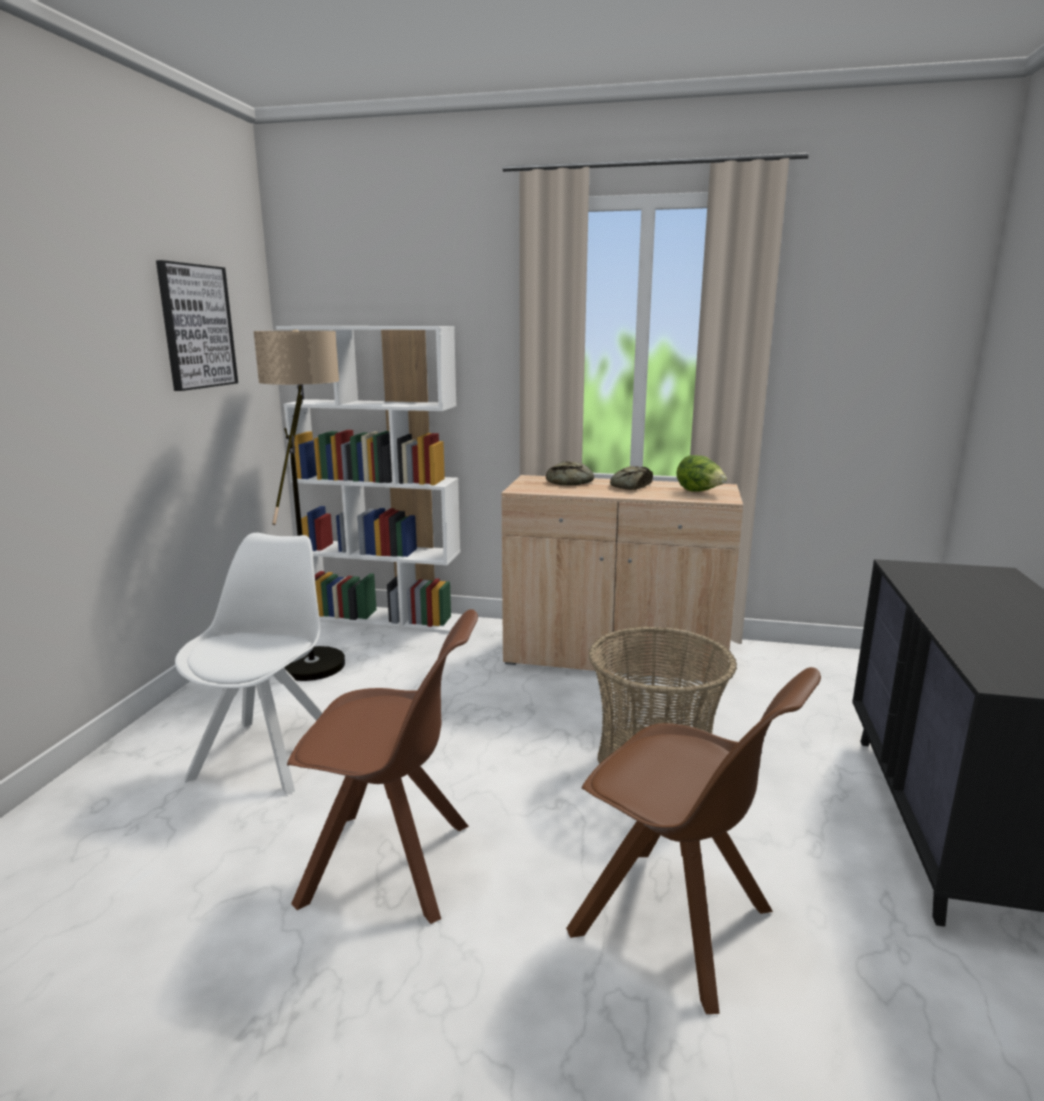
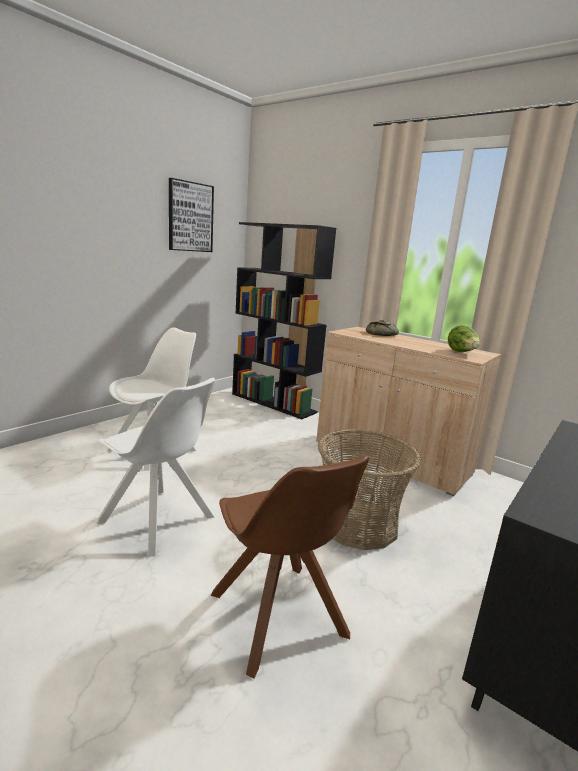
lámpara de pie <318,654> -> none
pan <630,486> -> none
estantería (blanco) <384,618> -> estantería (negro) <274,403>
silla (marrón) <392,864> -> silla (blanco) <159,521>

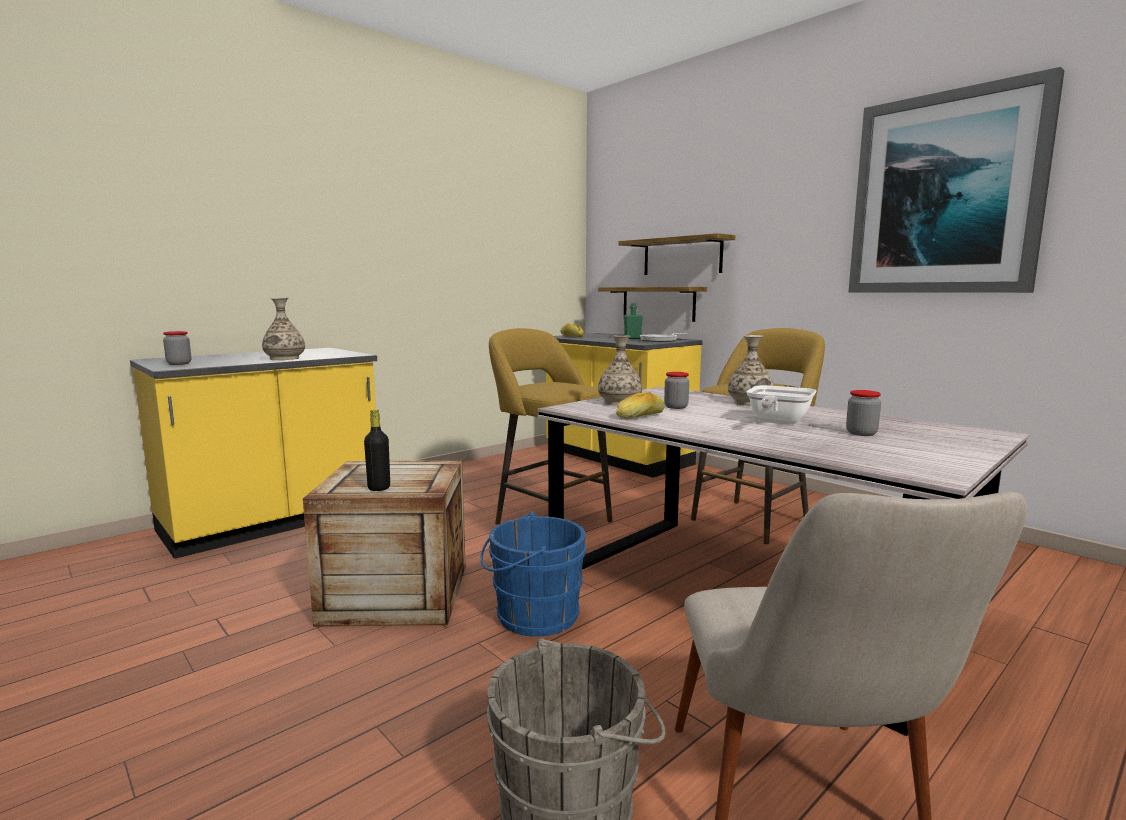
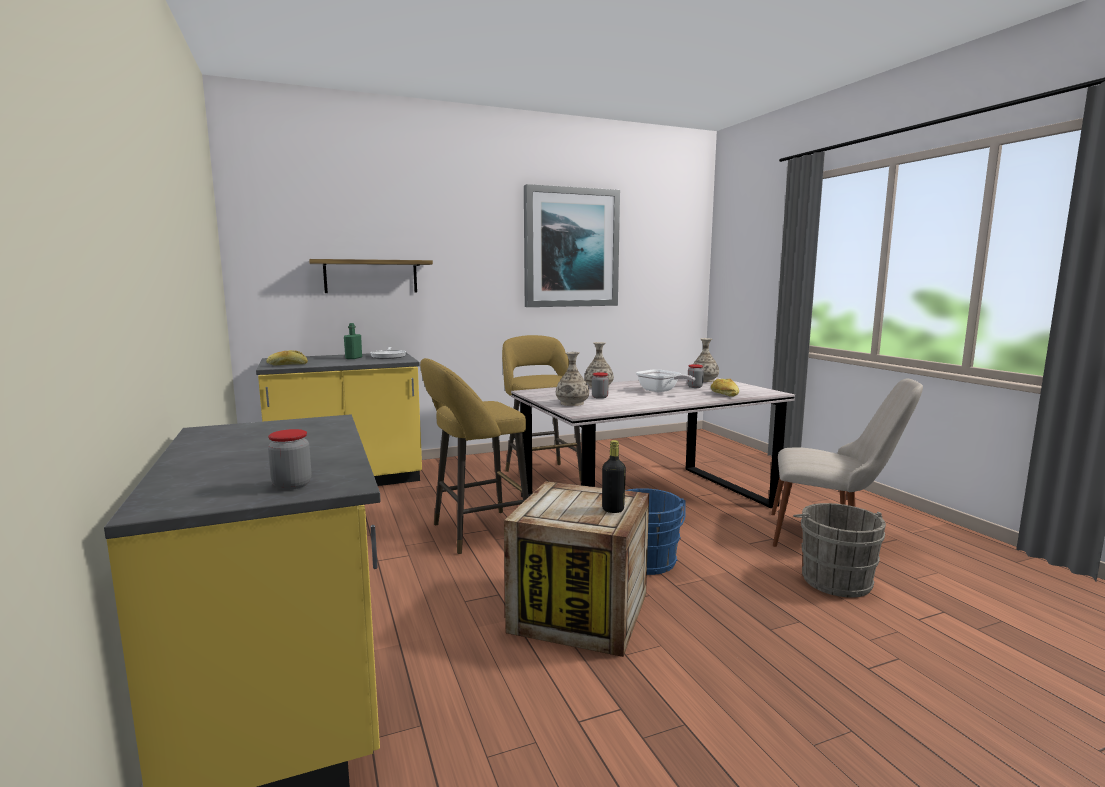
estante <658,303> -> none
florero <284,358> -> florero <704,380>, shifted
pan <640,416> -> pan <724,394>, shifted

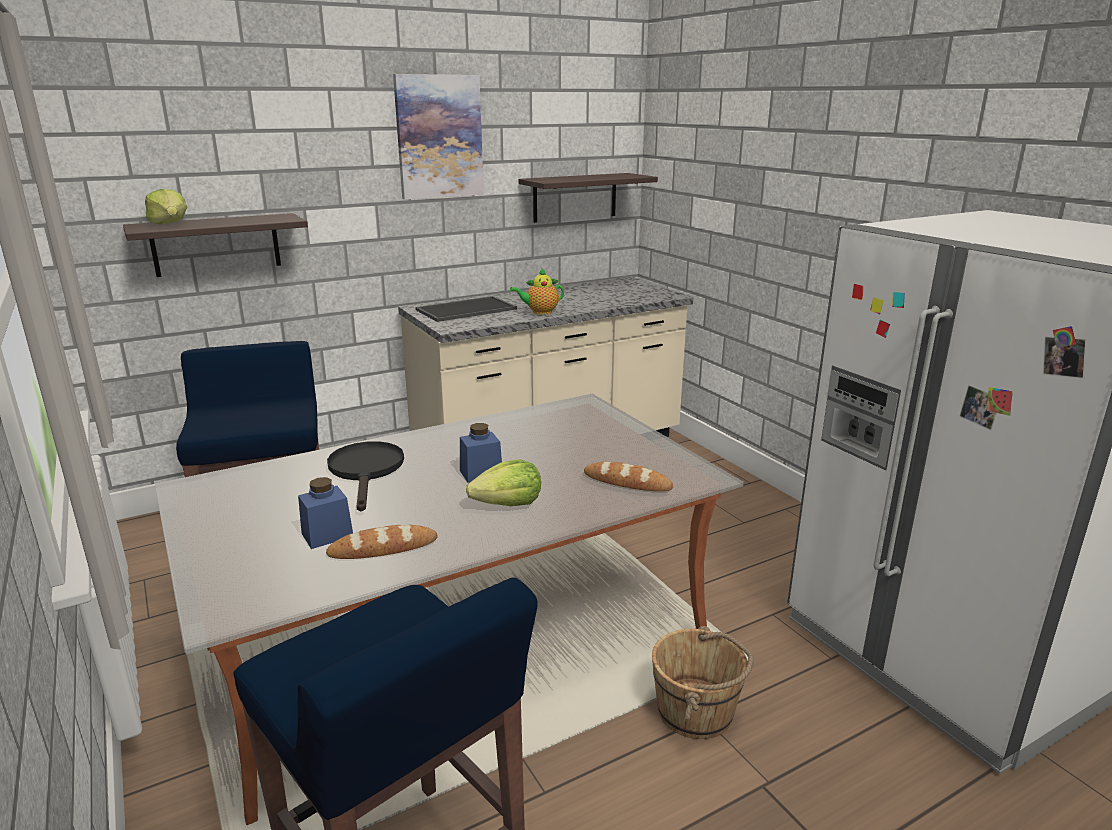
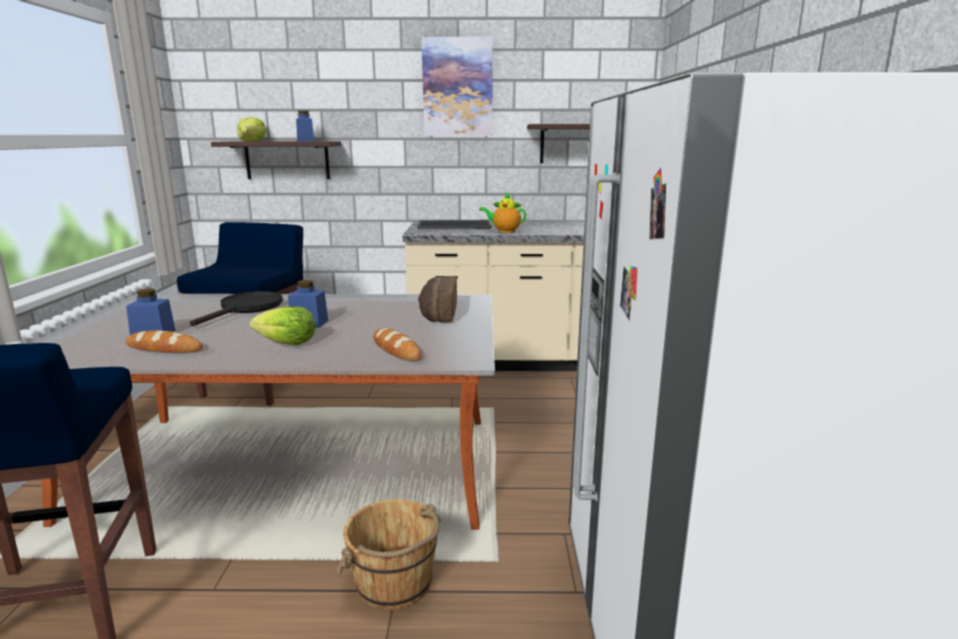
none -> tarro (azul) <305,141>
none -> pan <437,313>

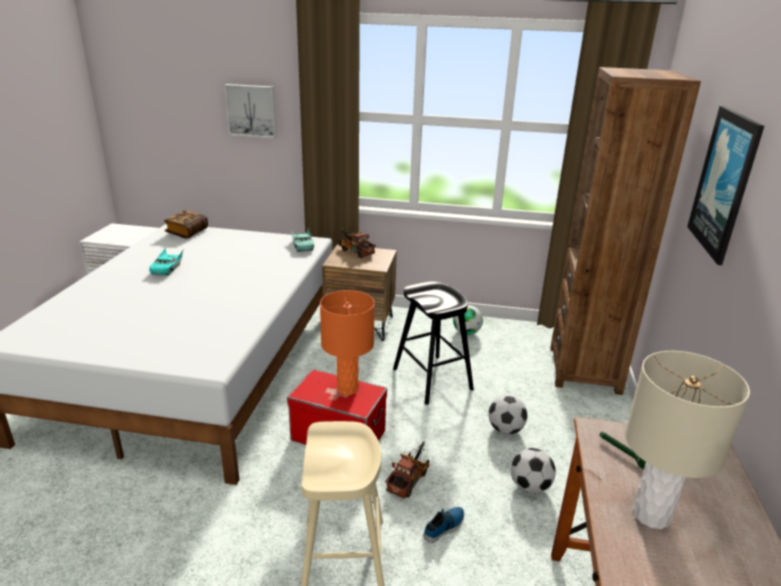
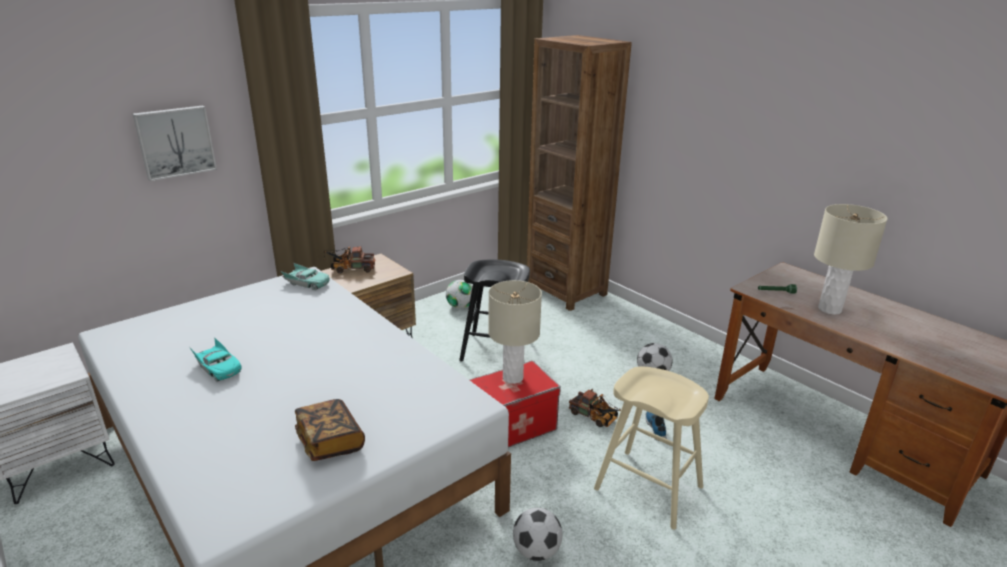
cuadro <725,183> -> none
libro <187,232> -> libro <330,442>, shifted
balón de fútbol <505,429> -> balón de fútbol <536,551>, shifted
lámpara de mesa (naranja) <347,389> -> lámpara de mesa (beis) <513,377>
camión de juguete <409,478> -> camión de juguete <595,418>, 150 degrees clockwise

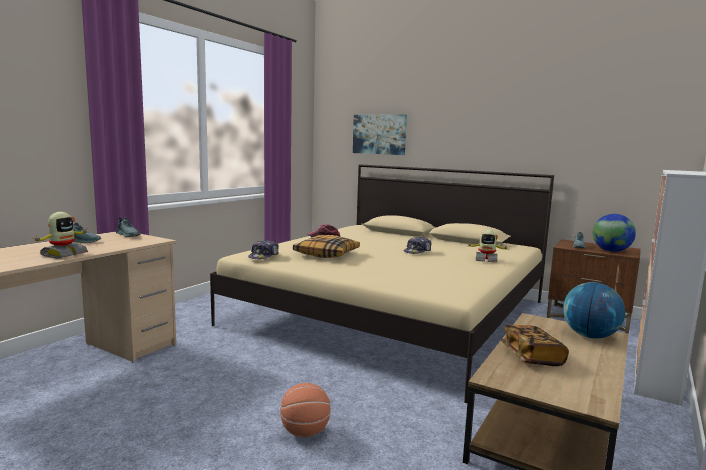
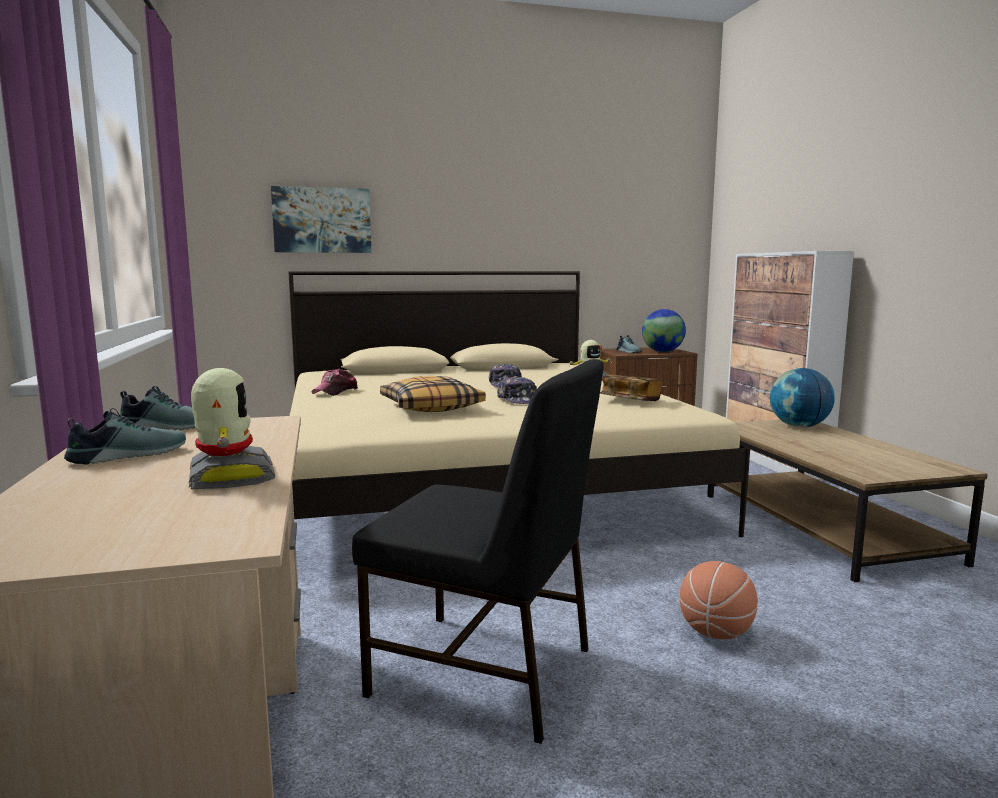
none -> silla (negro) <485,673>
gorra <264,256> -> gorra <518,400>, shifted
libro <531,357> -> libro <630,401>, shifted

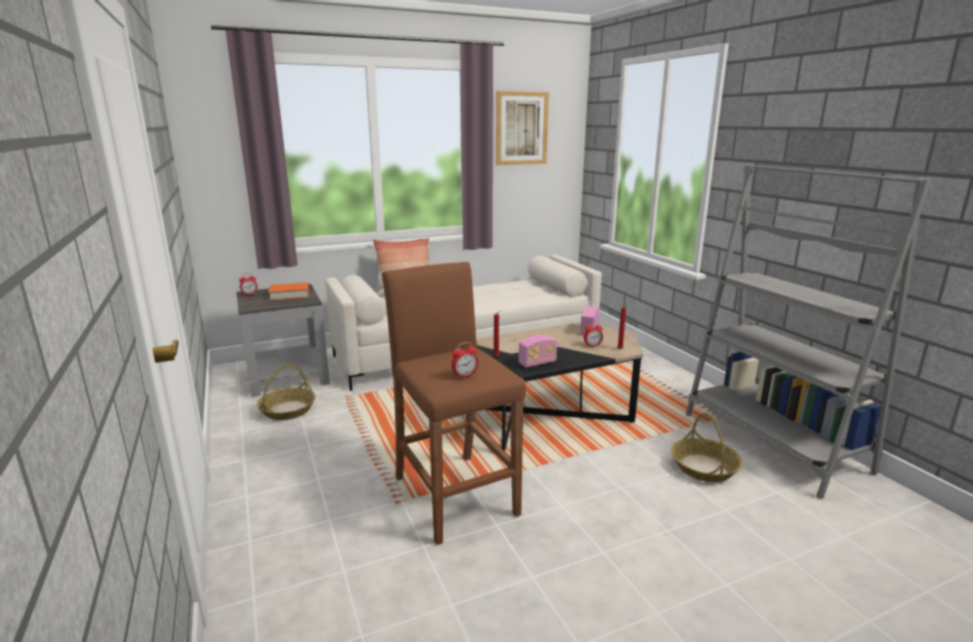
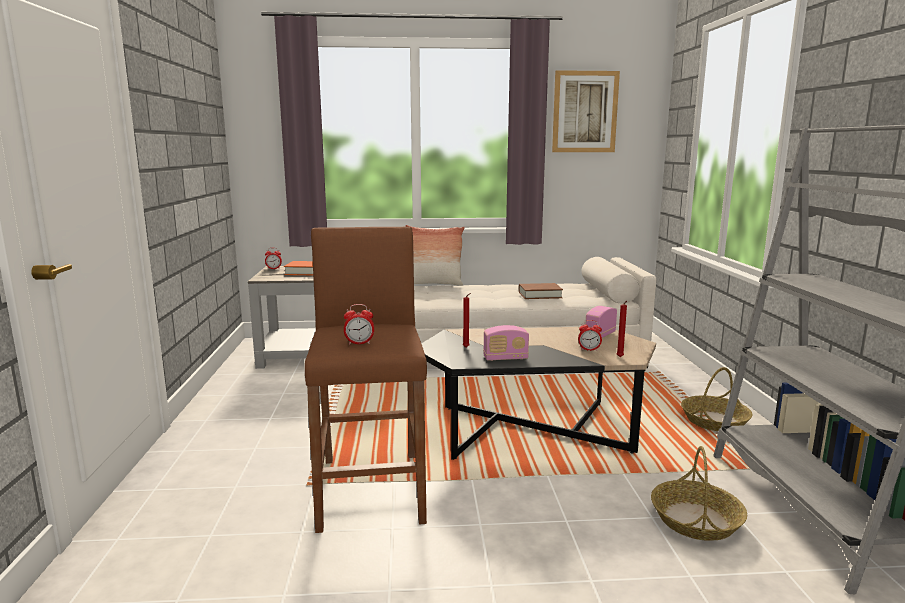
none -> libro (marrón) <540,295>
cesta <288,410> -> cesta <714,421>, shifted

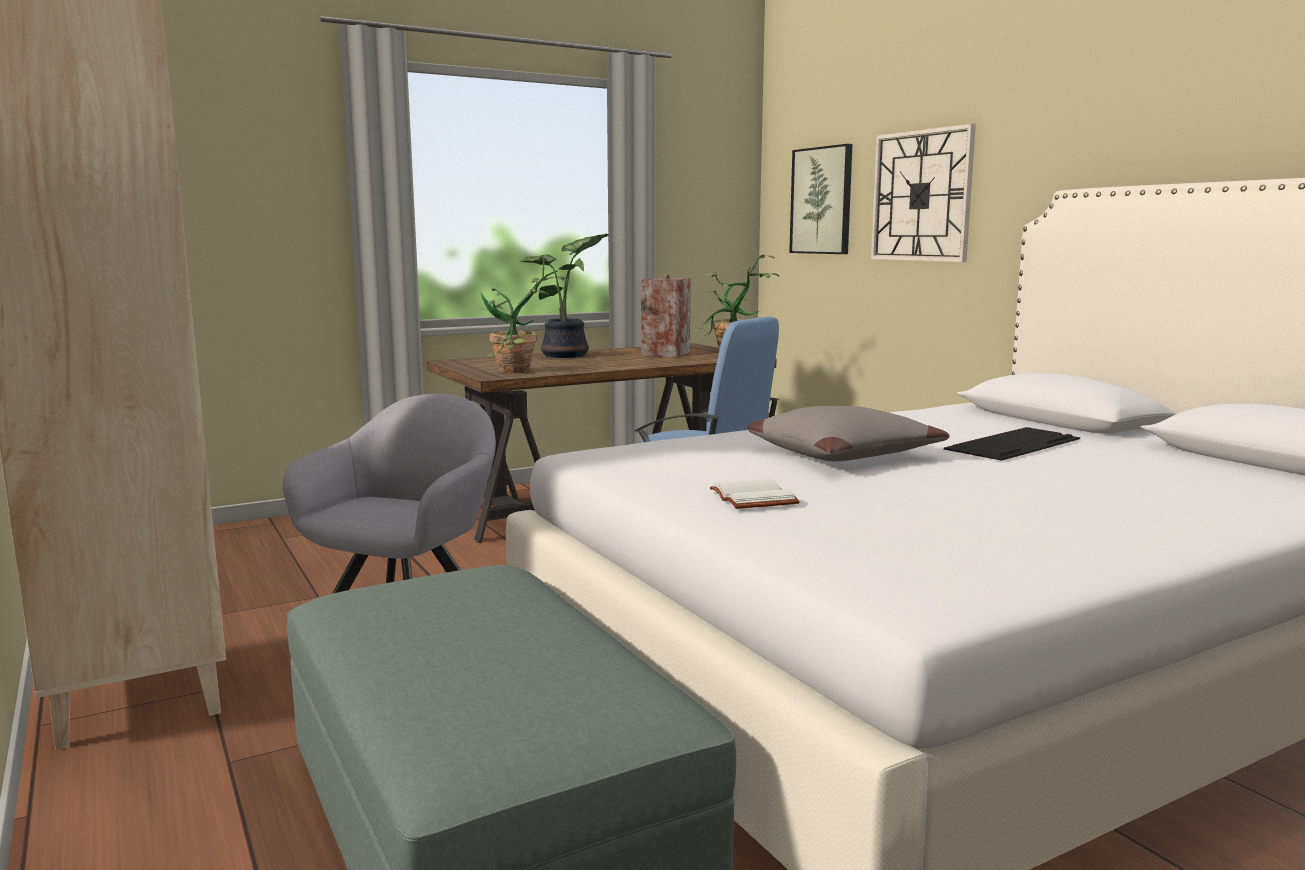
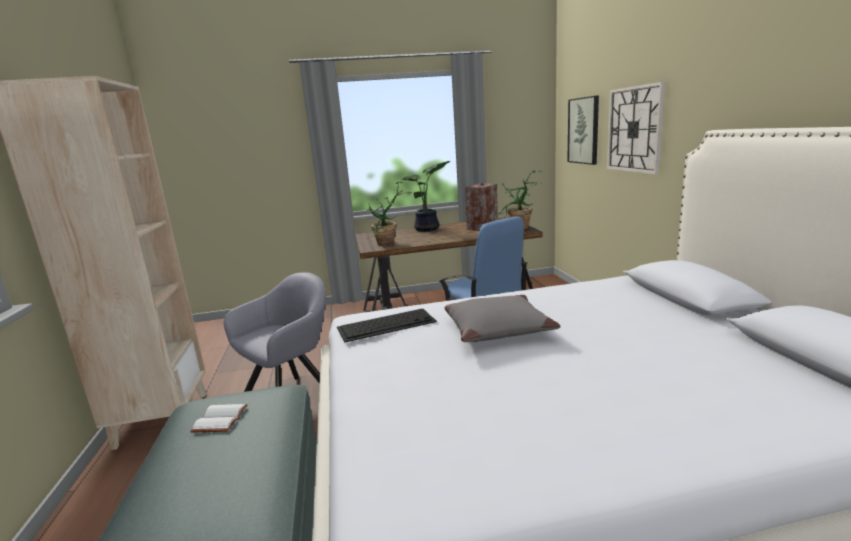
libro (blanco) <756,498> -> libro (blanco) <221,420>, shifted
teclado <1013,443> -> teclado <387,324>, shifted

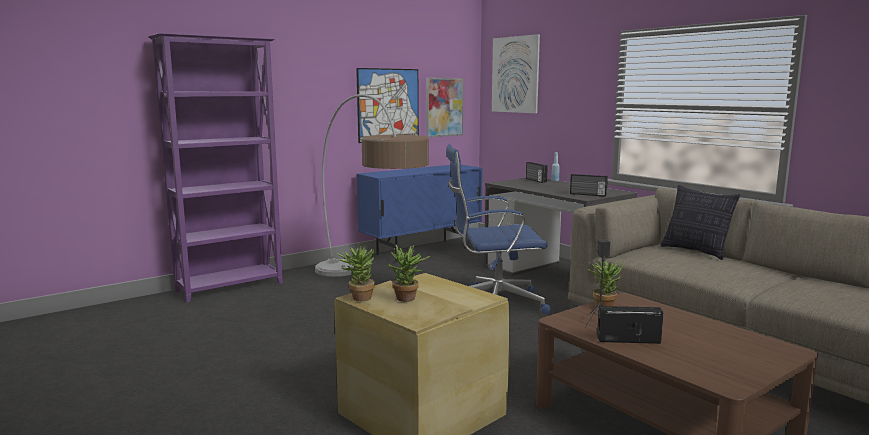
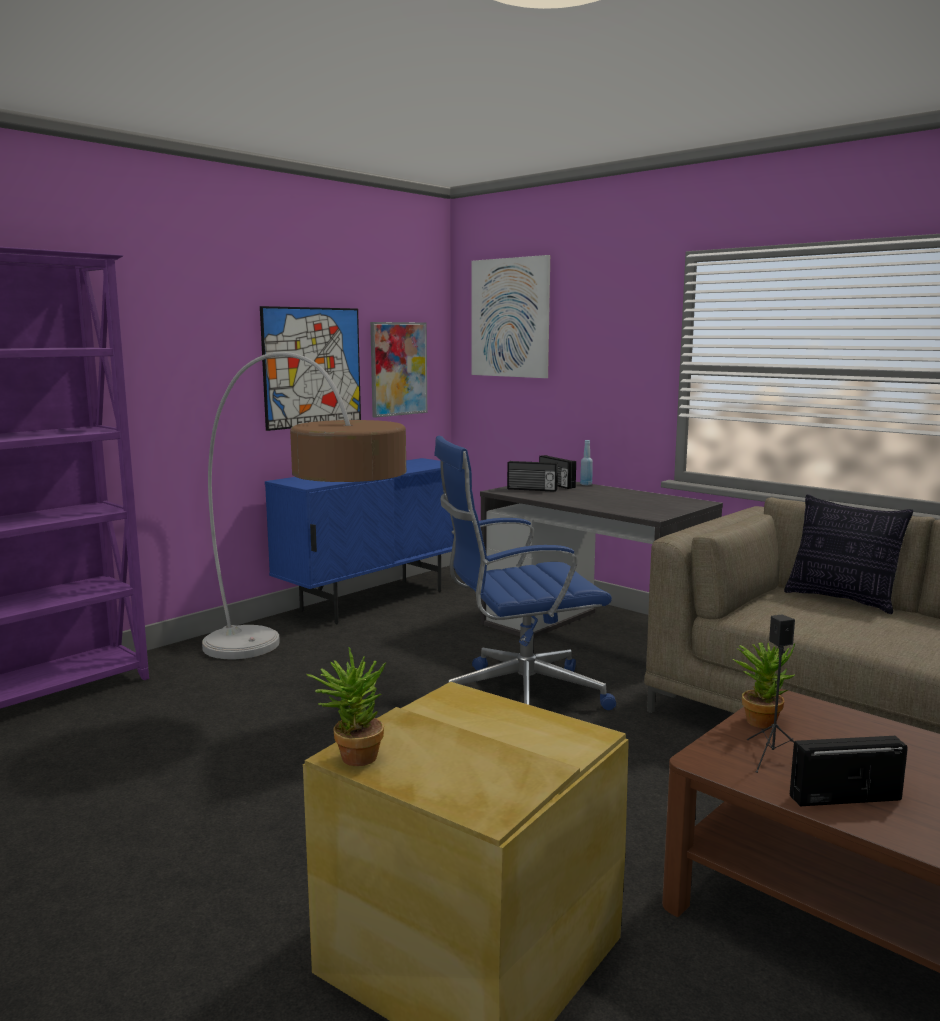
planta en maceta <408,299> -> none
radio <588,194> -> radio <532,489>, shifted

